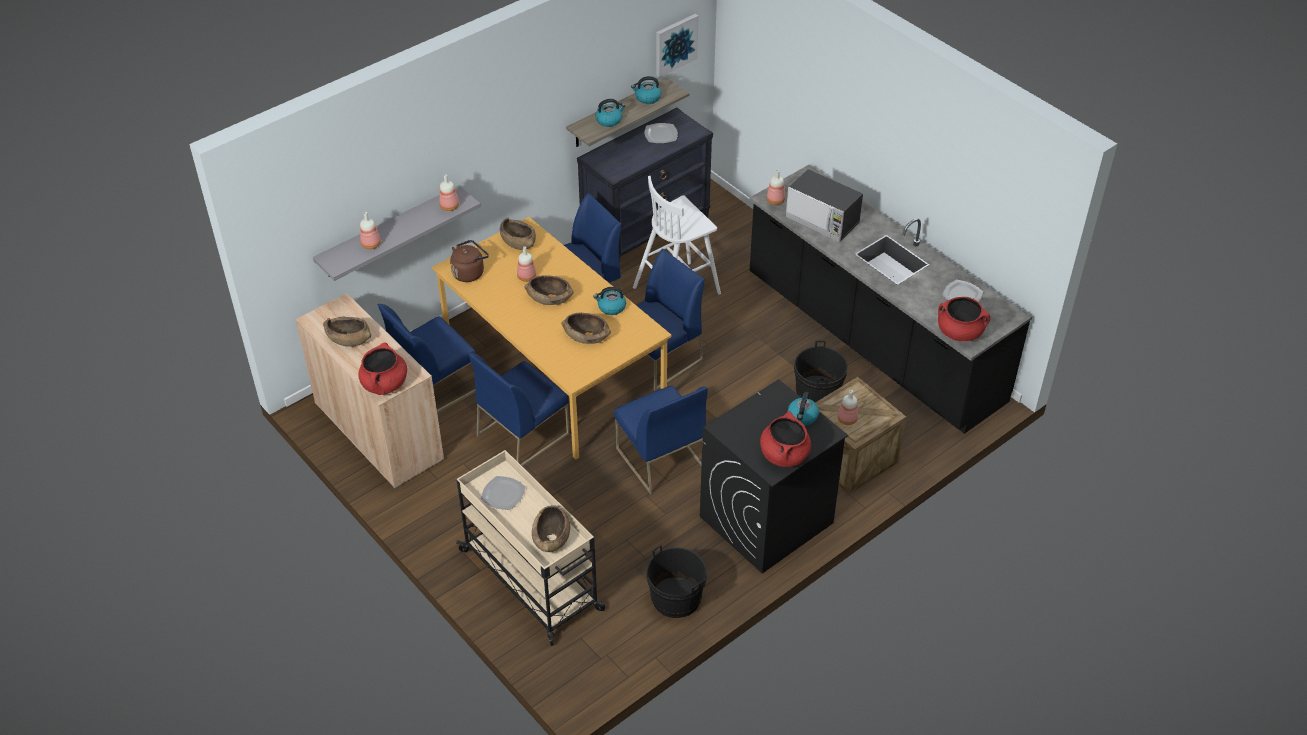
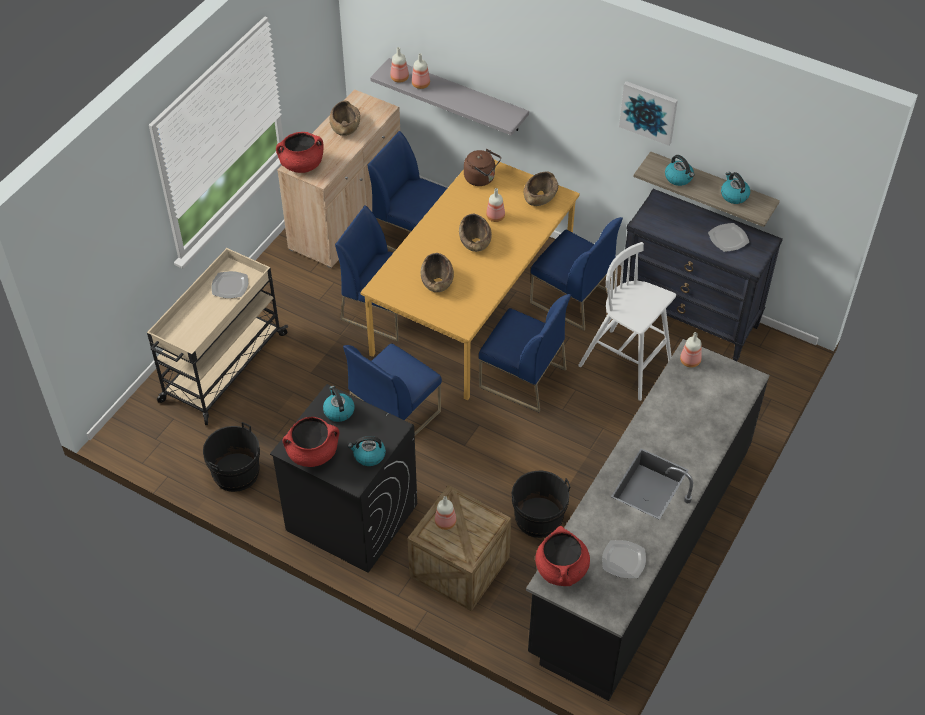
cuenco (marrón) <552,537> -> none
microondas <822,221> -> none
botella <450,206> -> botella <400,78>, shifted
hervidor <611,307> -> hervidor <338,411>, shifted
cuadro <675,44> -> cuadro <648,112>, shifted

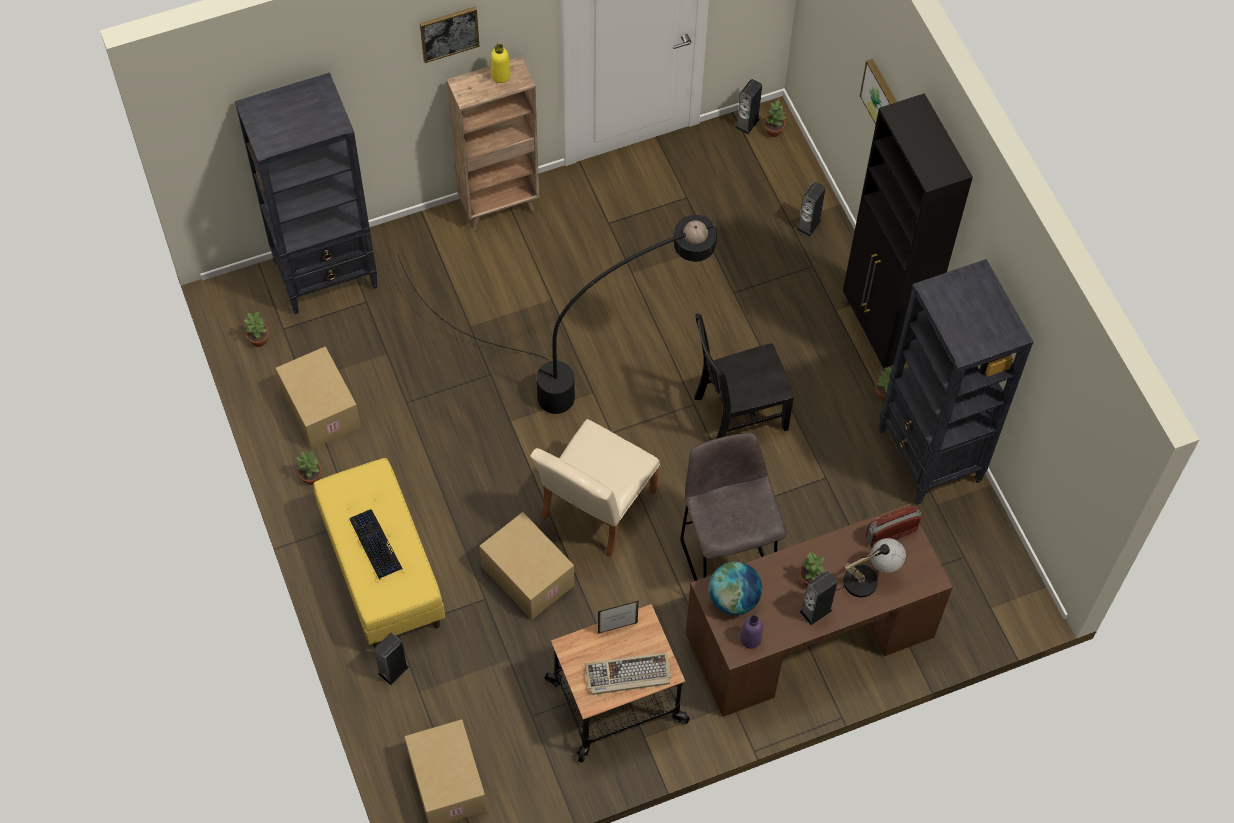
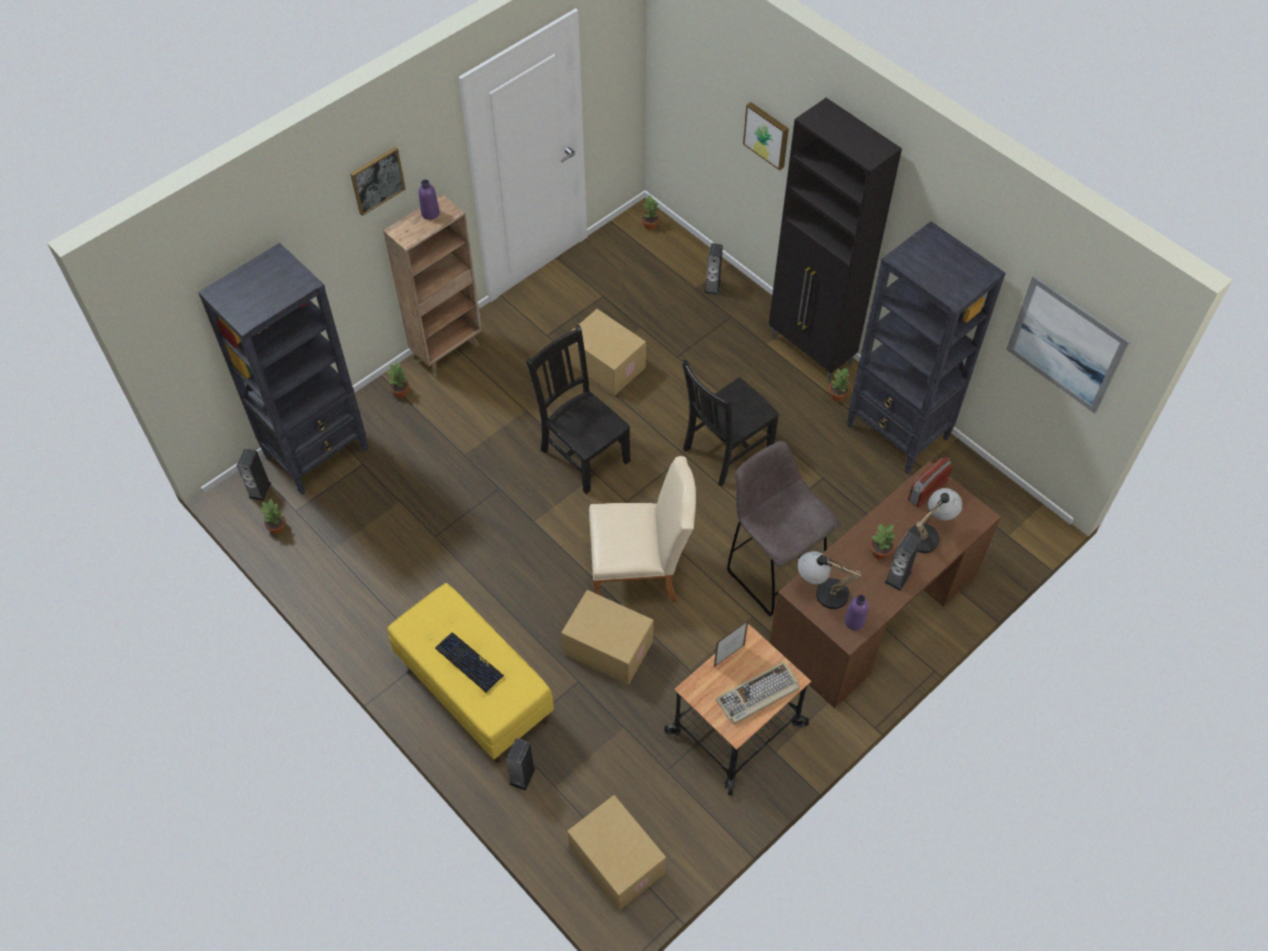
none -> cuadro <1066,344>
caja de cartón <319,409> -> caja de cartón <605,365>, shifted
planta en maceta <311,477> -> planta en maceta <400,391>, shifted
altavoz <747,123> -> altavoz <260,490>, shifted
lámpara de pie (negro) <590,366> -> silla (negro) <583,453>
globo terráqueo <733,599> -> lámpara de mesa <822,592>
botella (amarillo) <500,75> -> botella (morado) <430,213>
silla (beis) <594,510> -> silla (beis) <641,571>, 105 degrees counterclockwise

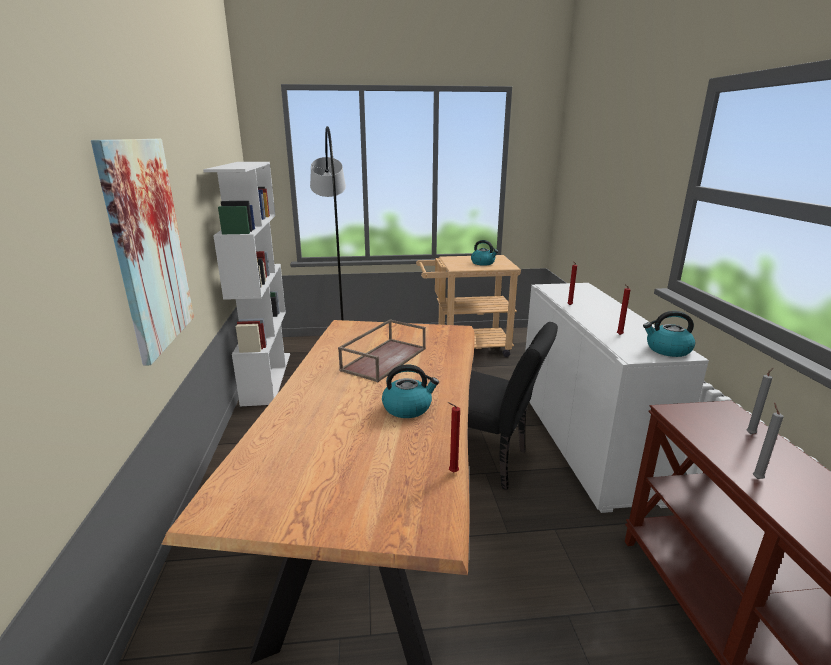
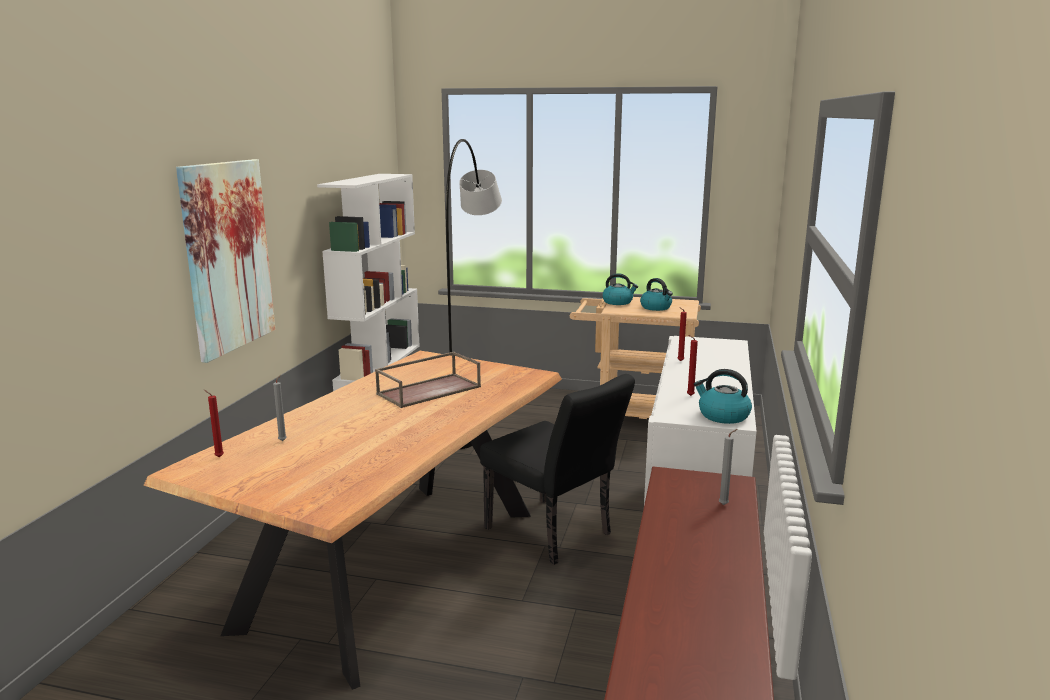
hervidor <408,408> -> hervidor <618,302>, shifted
vela (rojo) <452,472> -> vela (rojo) <218,457>, shifted
vela (gris) <756,477> -> vela (gris) <283,440>, shifted

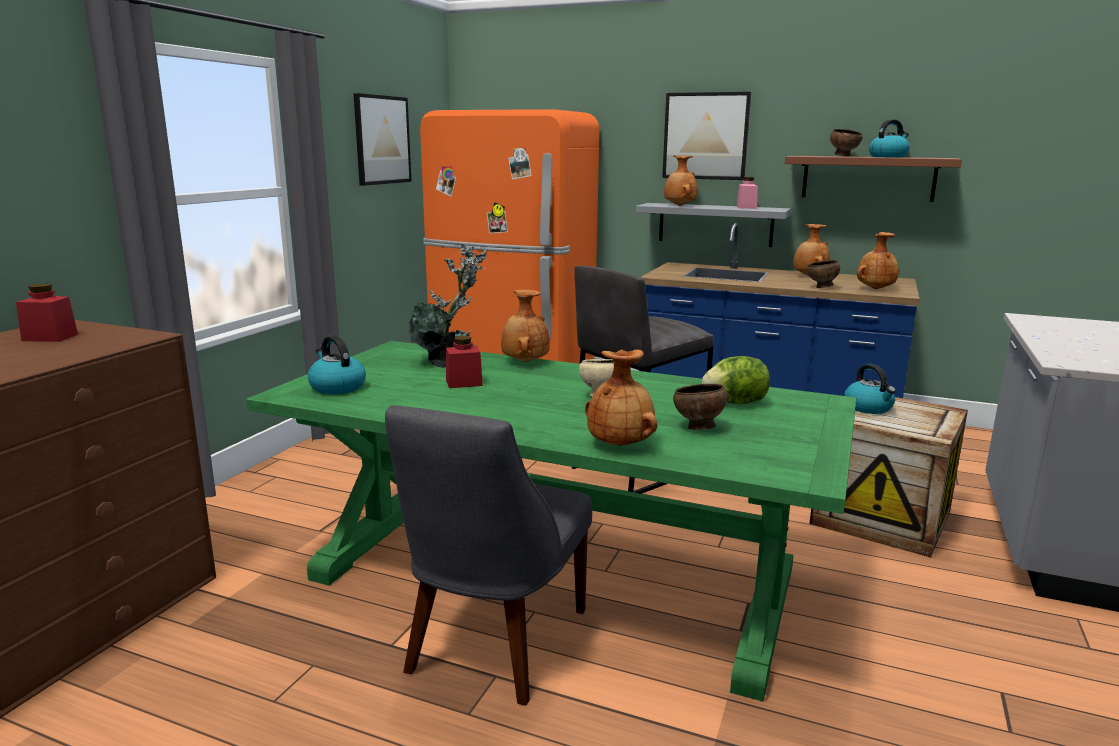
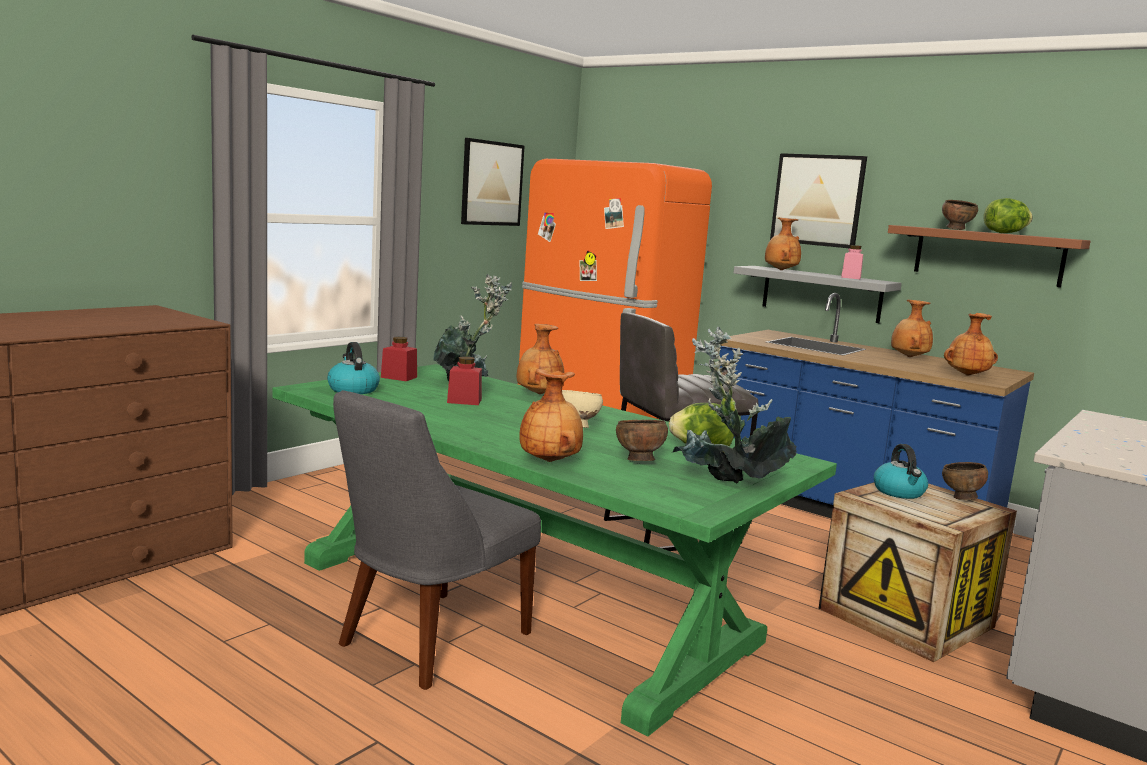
none -> planta en maceta <726,487>
tarro (rojo) <50,337> -> tarro (rojo) <399,377>, shifted
cuenco (marrón) <821,288> -> cuenco (marrón) <961,498>, shifted
hervidor <888,157> -> lechuga <1004,233>

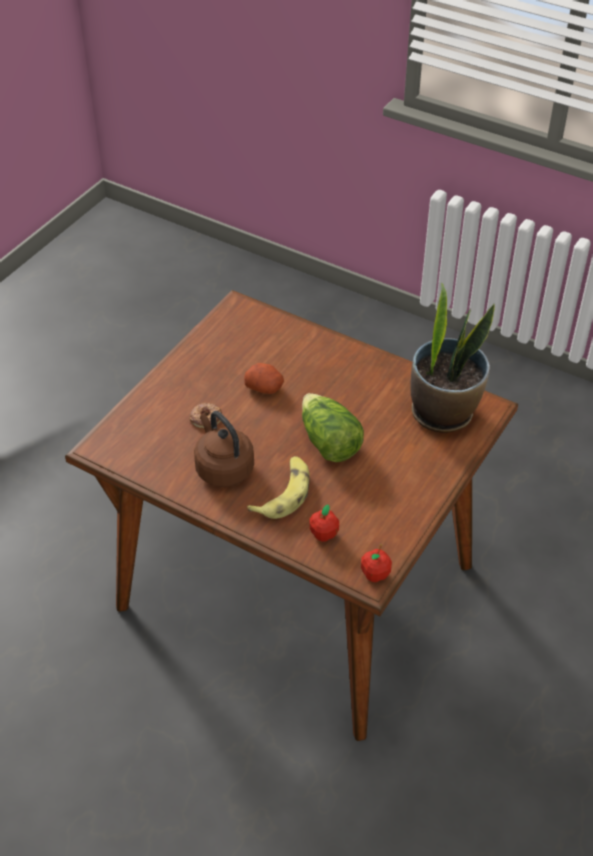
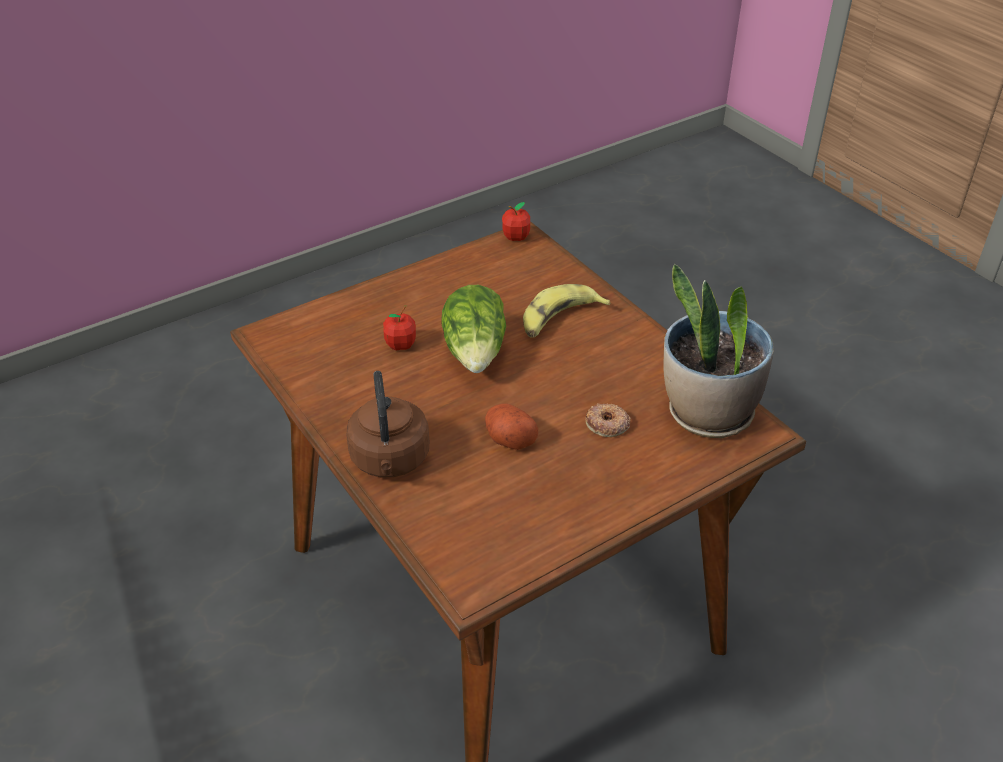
hervidor (marrón) <223,468> -> hervidor (marrón) <390,461>, shifted
manzana <324,534> -> manzana <400,345>, shifted
planta en maceta <443,412> -> planta en maceta <707,414>, shifted

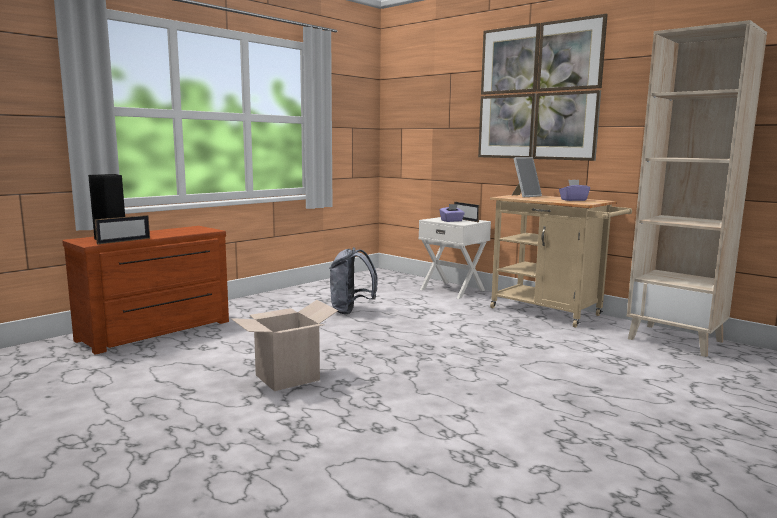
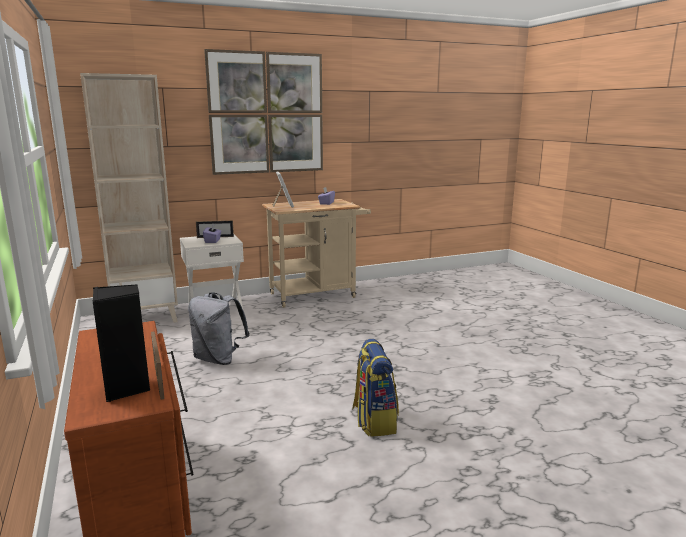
estantería (beis) <676,340> -> estantería (beis) <146,317>, shifted
caja de cartón <287,377> -> mochila <374,421>

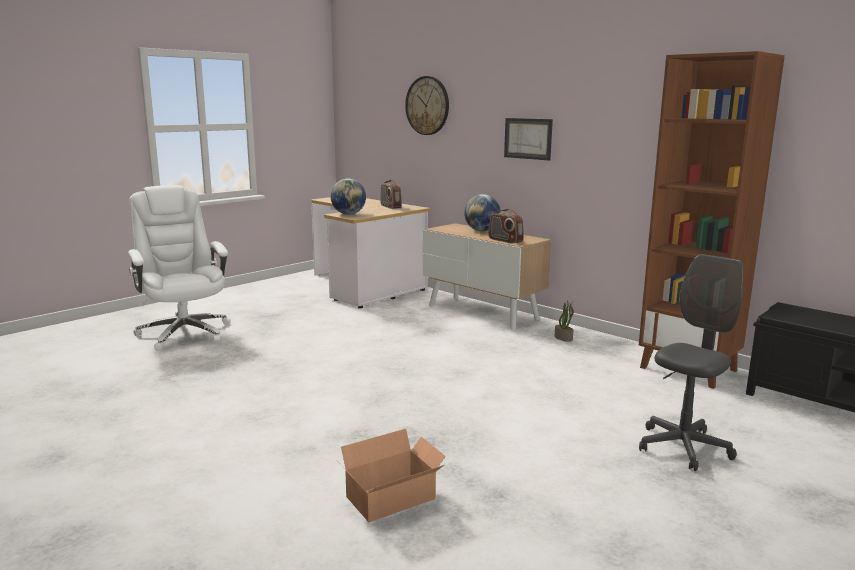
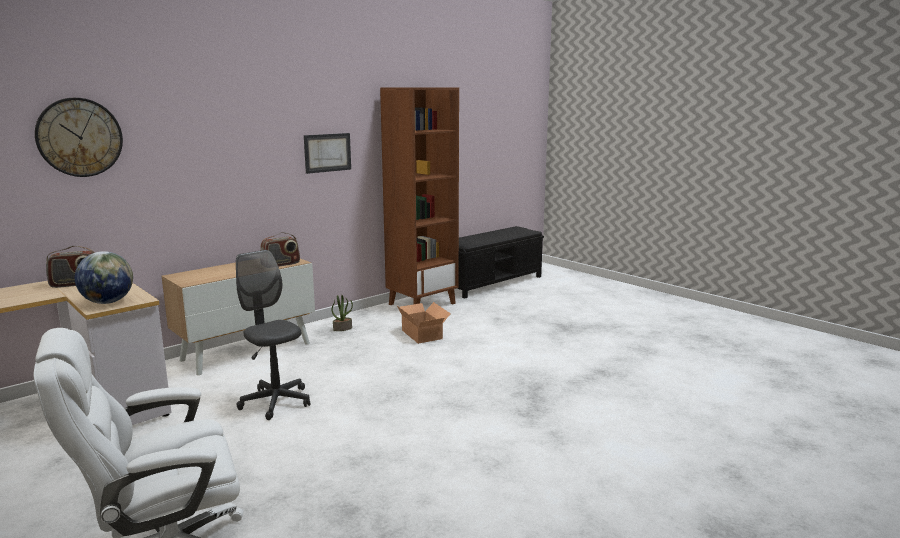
globo terráqueo <482,231> -> none
caja de cartón <394,499> -> caja de cartón <423,334>, shifted
cuadro <528,138> -> cuadro <327,152>, shifted
silla de oficina (gris) <683,447> -> silla de oficina (gris) <276,402>, shifted

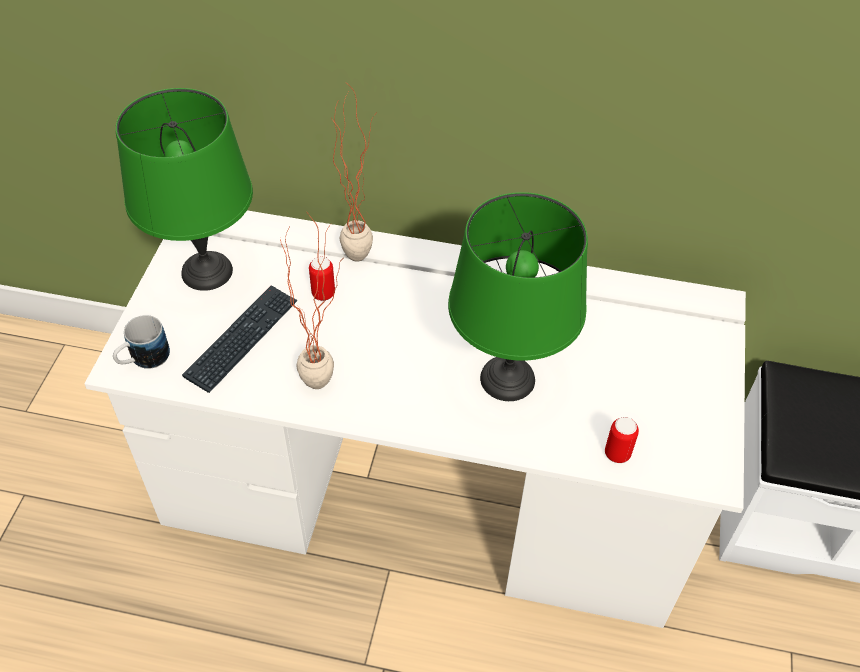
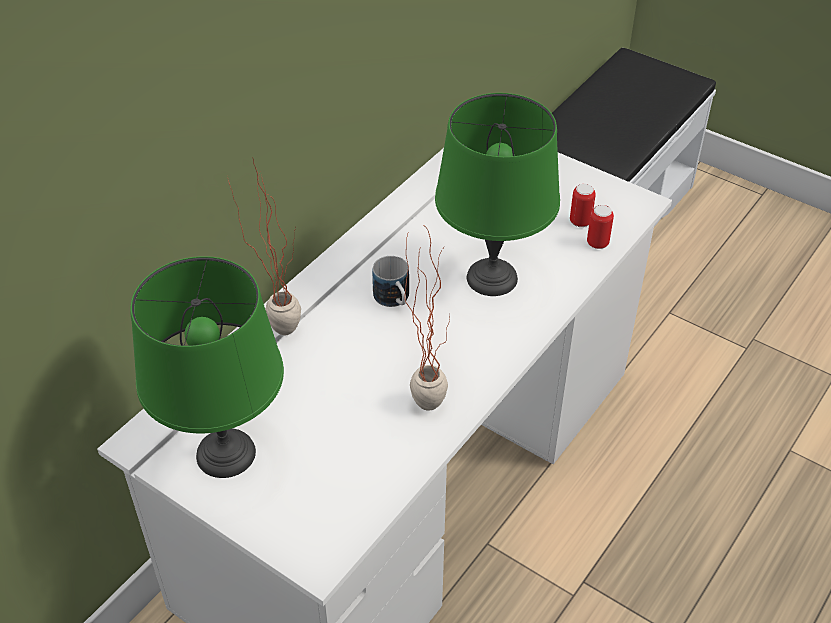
teclado <242,339> -> none
taza grande <143,359> -> taza grande <394,300>, shifted
lata <323,294> -> lata <580,222>, shifted

